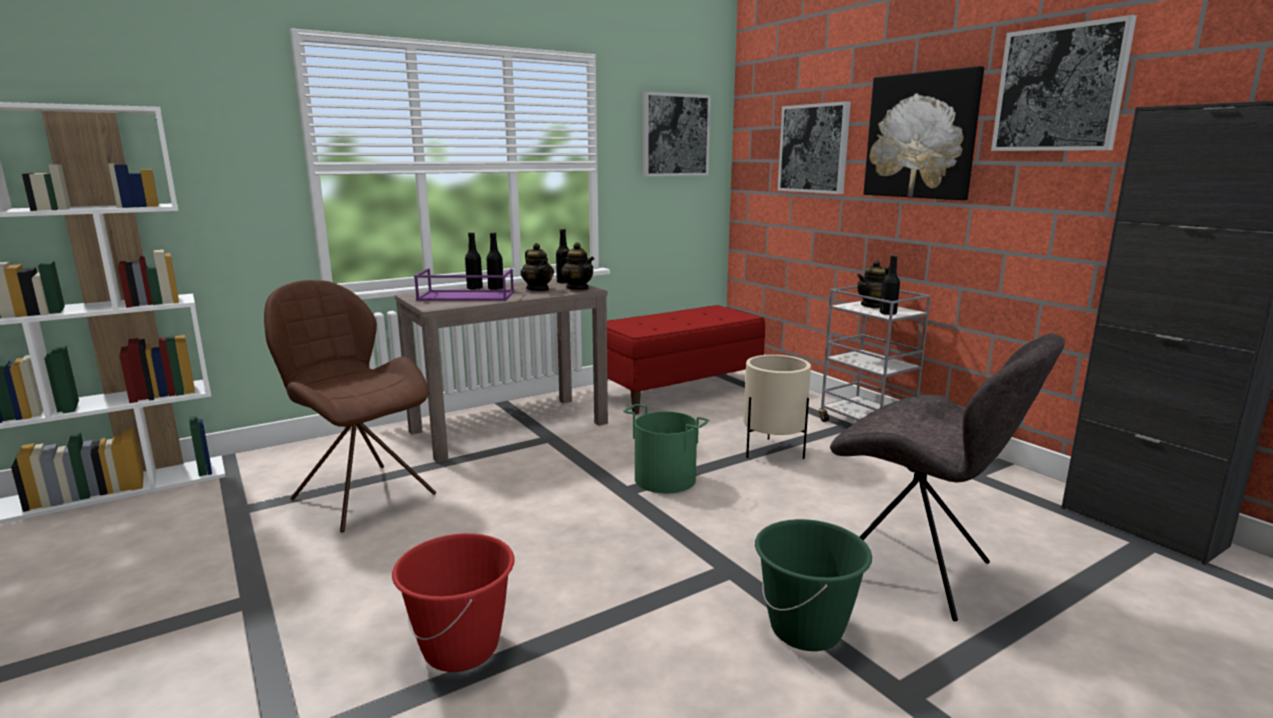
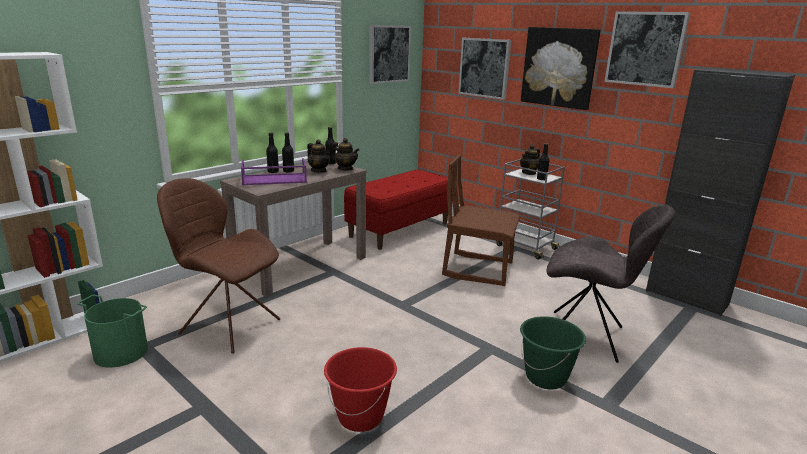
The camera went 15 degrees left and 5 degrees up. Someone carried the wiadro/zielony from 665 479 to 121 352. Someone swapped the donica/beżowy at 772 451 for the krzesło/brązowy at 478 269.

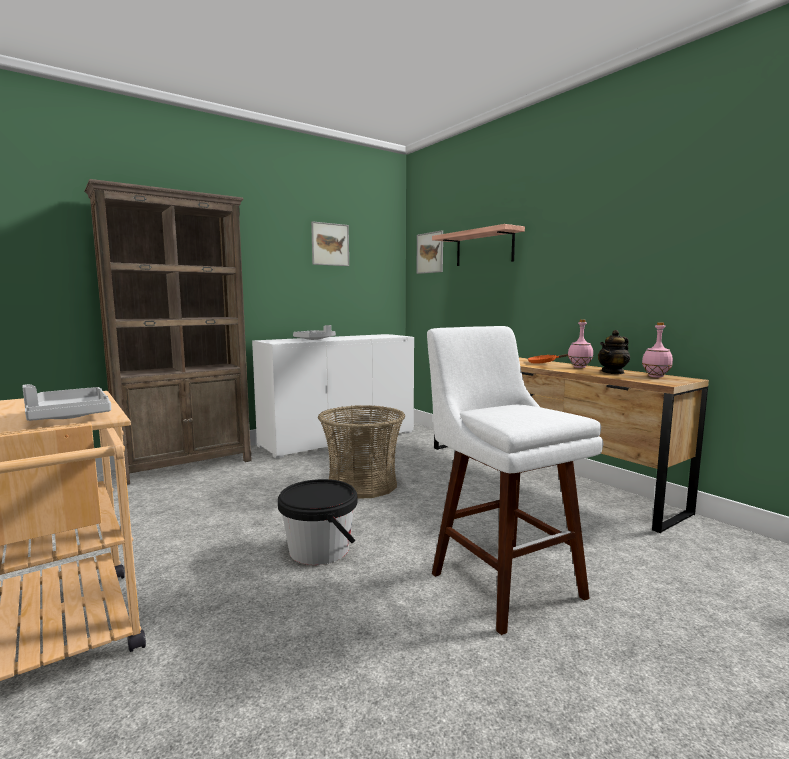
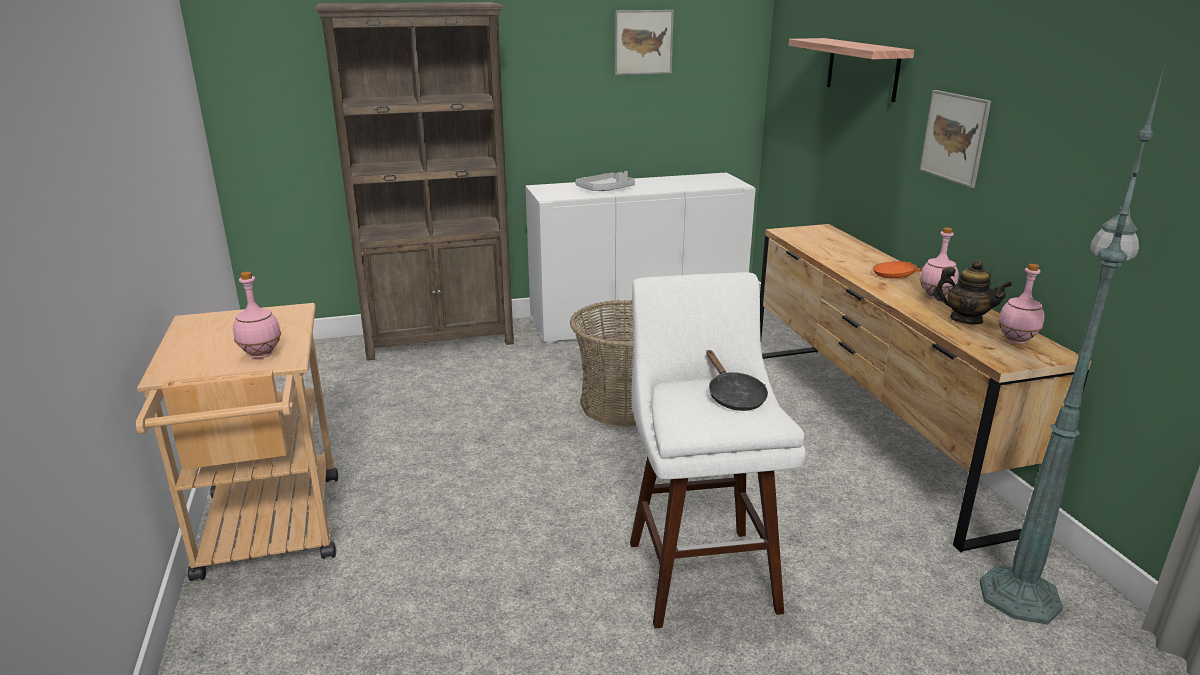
The camera went 20 degrees right and 15 degrees up. Someone swapped the taca/szary at 68 416 for the butelka/różowy at 260 354. Someone took away the wiadro/czarny at 319 550. Someone carried the obraz from 430 253 to 954 137. Someone rotated the imbryk at 613 372 by 135 degrees counterclockwise. Someone put down the patelnia/czarny at 733 396. Someone put down the lampa stojąca/zielony at 1020 593.

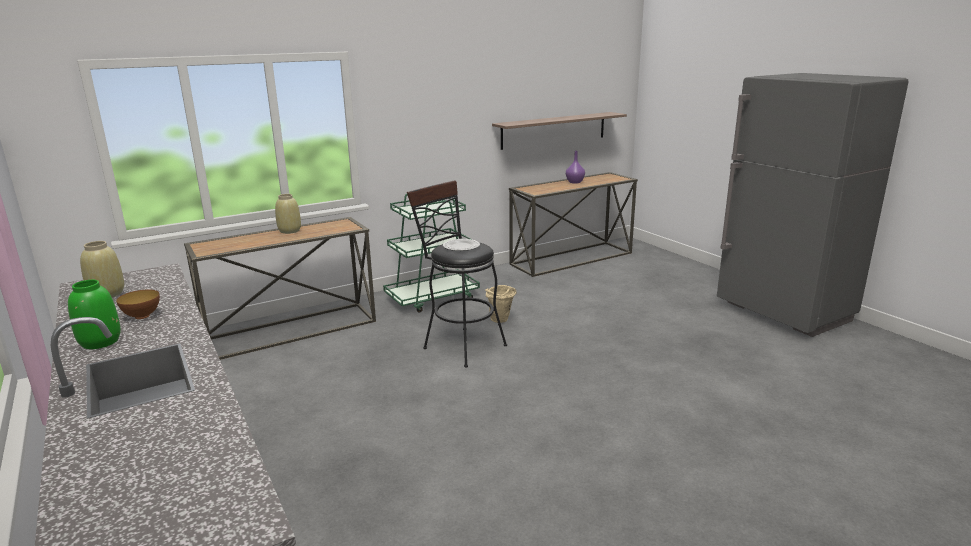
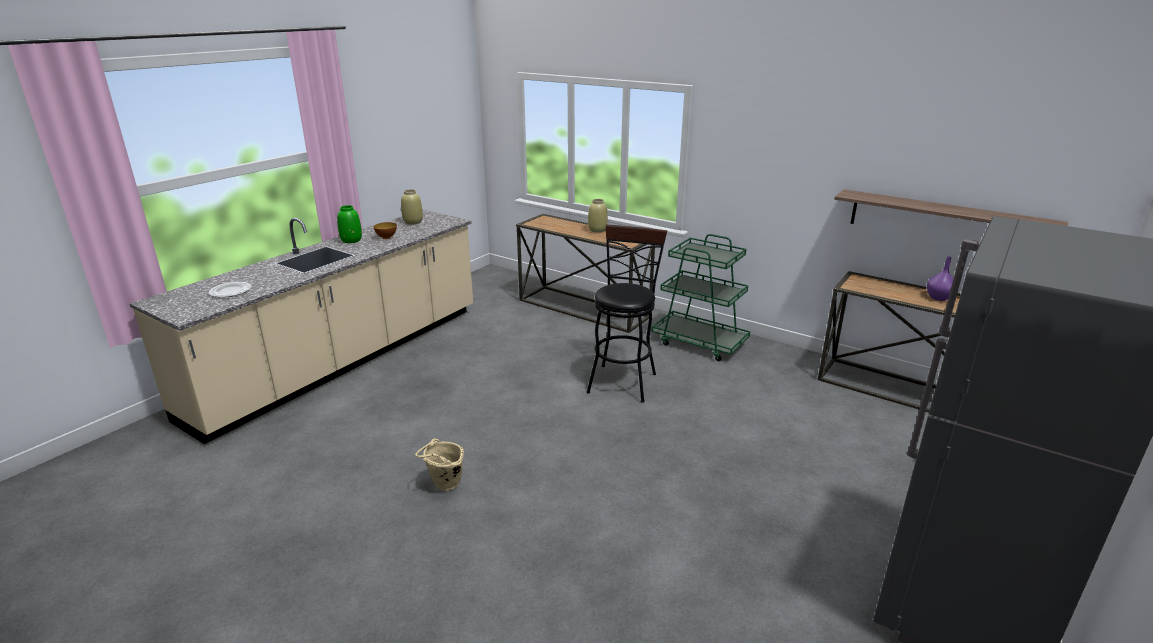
The camera went 65 degrees right and 5 degrees up. Someone carried the talerz from 461 247 to 230 291. Someone carried the wiadro/beżowy from 501 321 to 444 487.

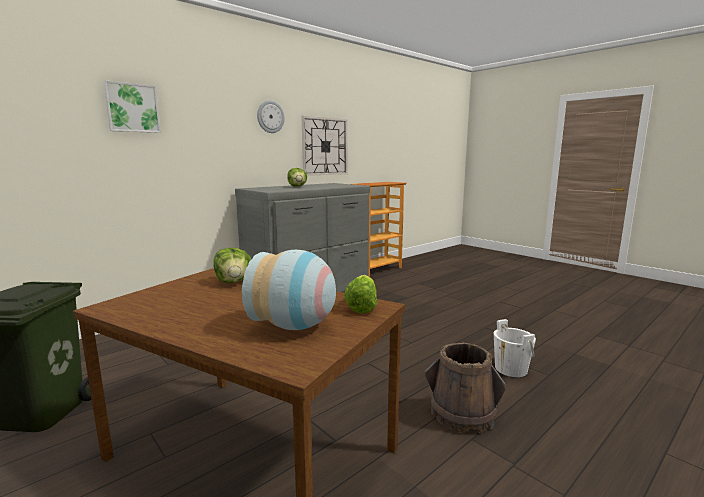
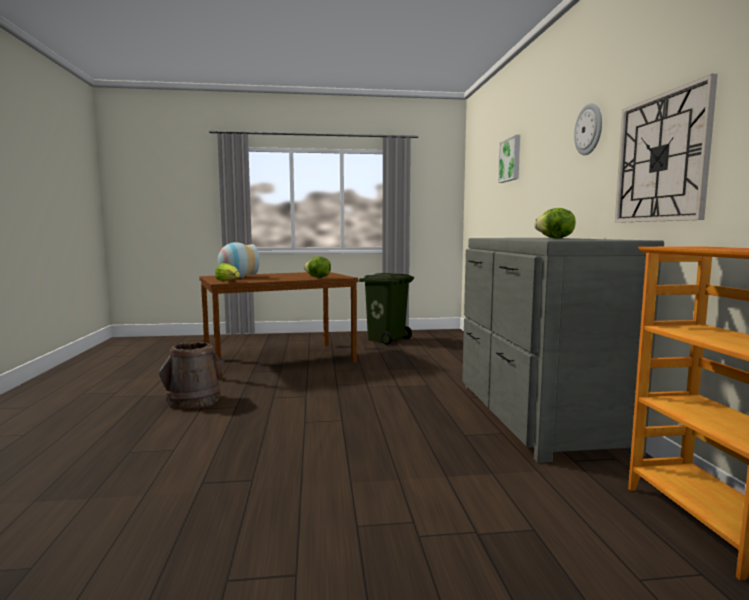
The camera went 125 degrees right and 5 degrees down. Someone took away the wiadro/biały at 511 369.

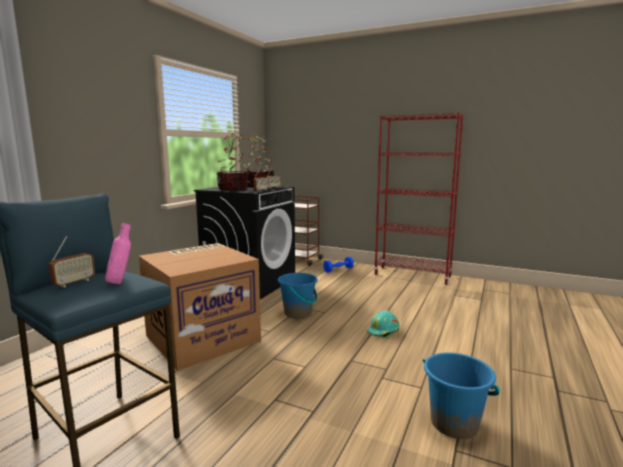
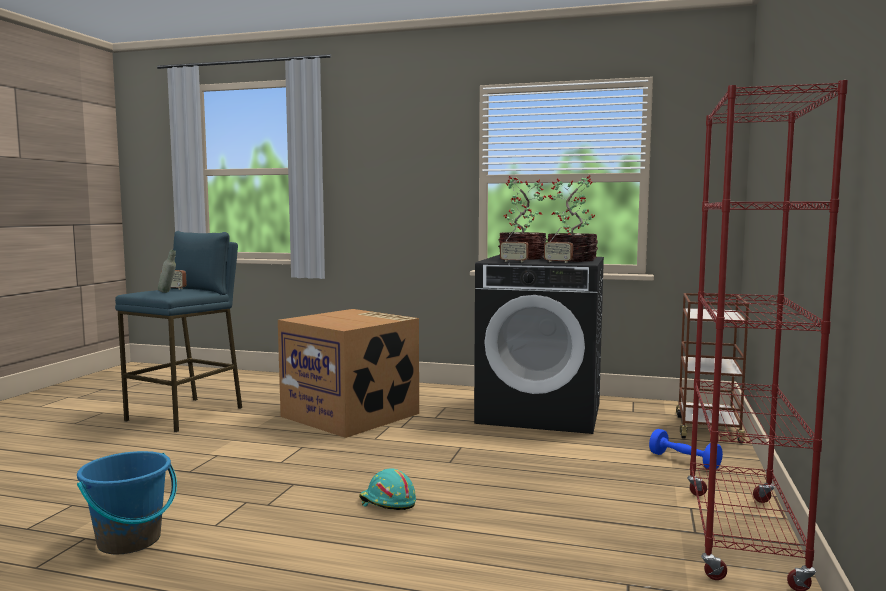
The camera went 80 degrees right and 5 degrees down. Someone repainted the butelka/różowy at 121 282, which became the butelka/szary at 168 292. Someone took away the wiadro/niebieski at 298 313.

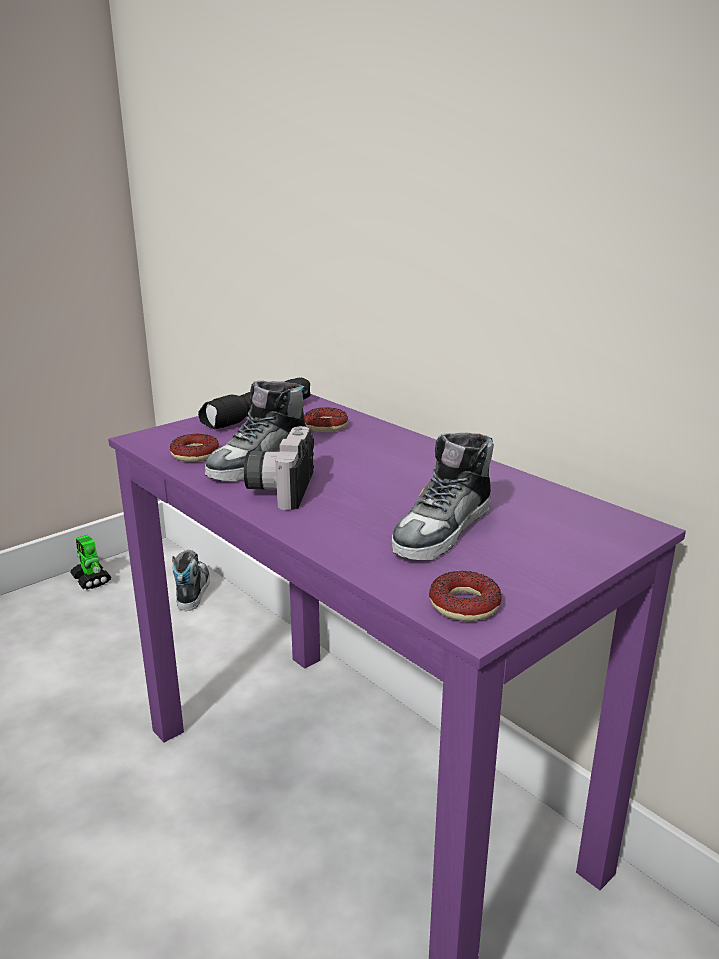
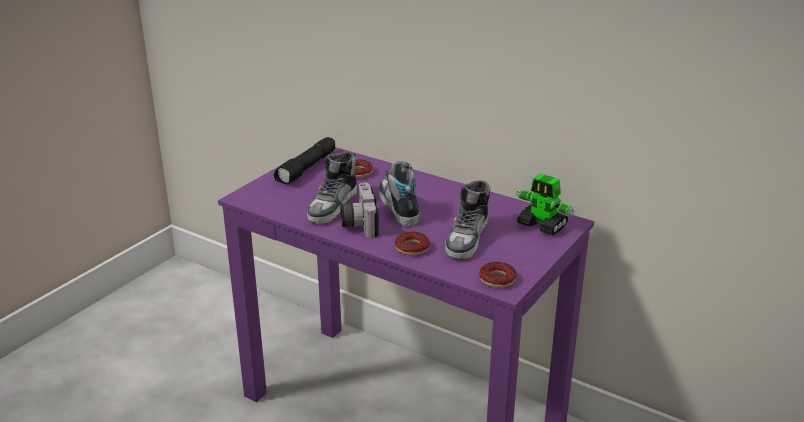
The camera went 15 degrees left and 5 degrees up. Someone carried the robot zabawkowy from 91 580 to 542 226. Someone carried the donut from 195 454 to 412 248. Someone carried the but from 192 590 to 398 206.

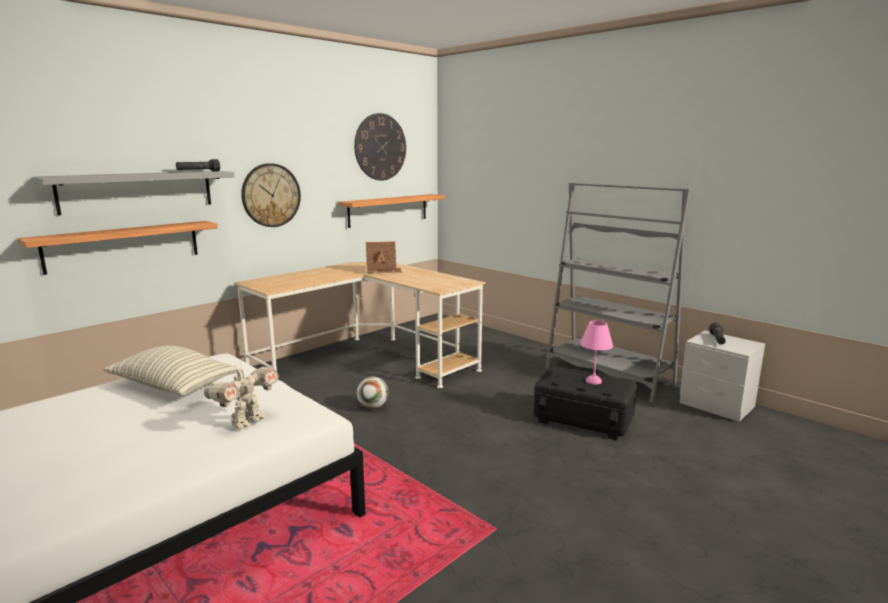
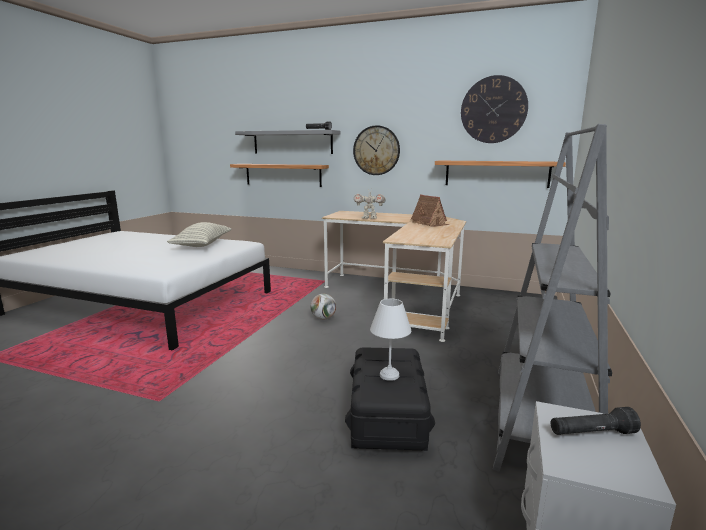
The camera went 65 degrees right and 0 degrees up. Someone carried the robot zabawkowy from 246 422 to 369 218. Someone repainted the lampa stołowa/różowy at 592 381, which became the lampa stołowa/biały at 389 374.

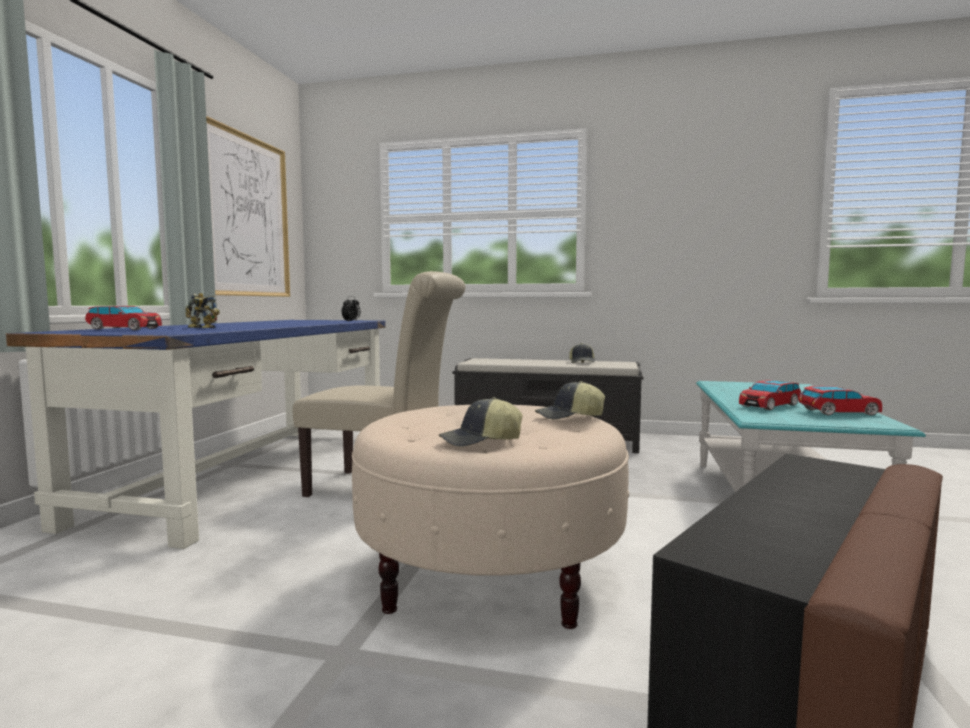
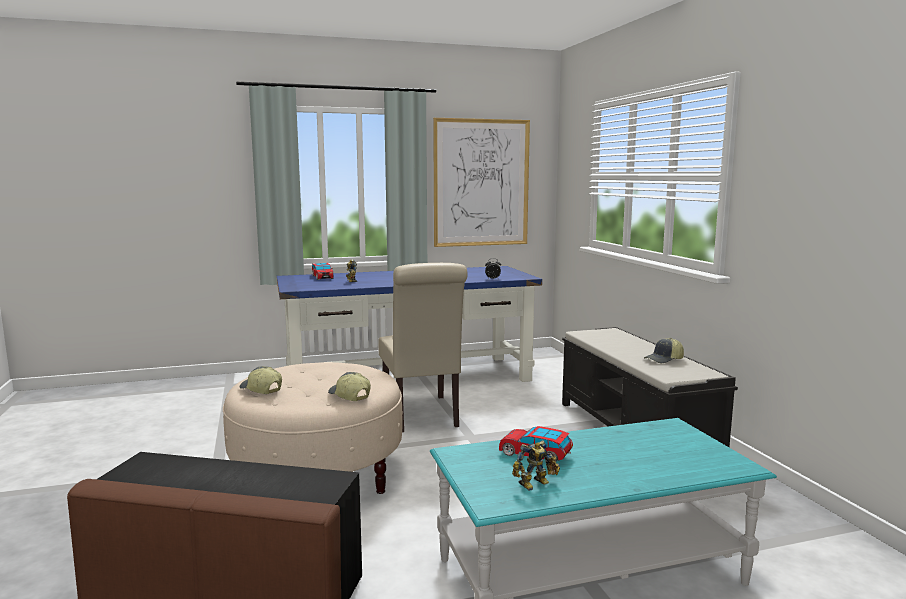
The camera went 60 degrees right and 5 degrees up. Someone swapped the samochodzik at 838 412 for the robot zabawkowy at 536 484.

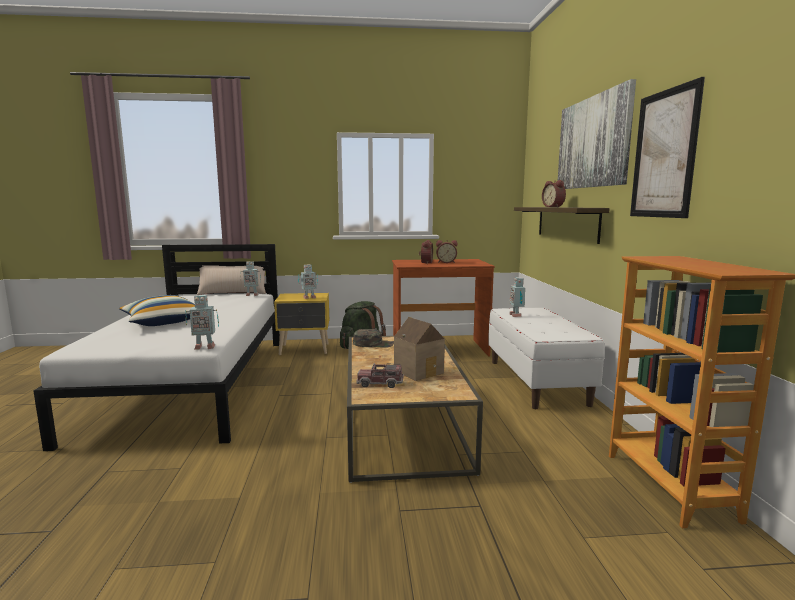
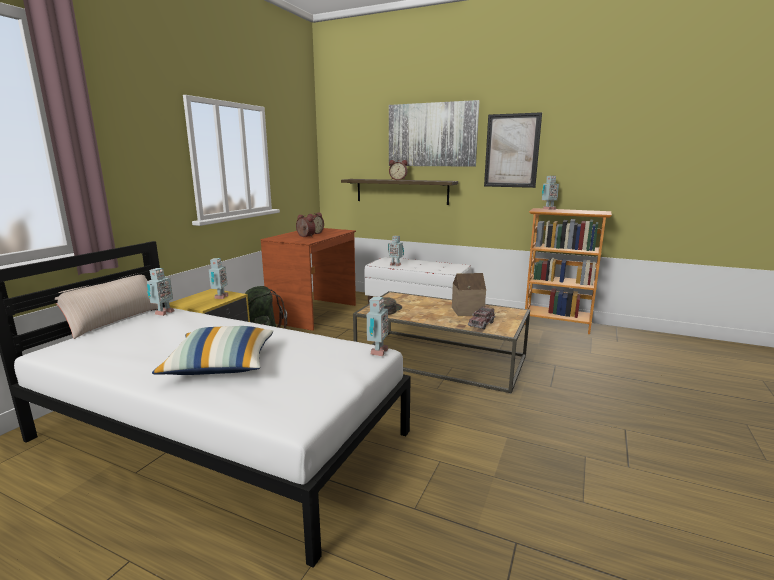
The camera went 60 degrees left and 5 degrees up. Someone put down the robot zabawkowy at 548 209.

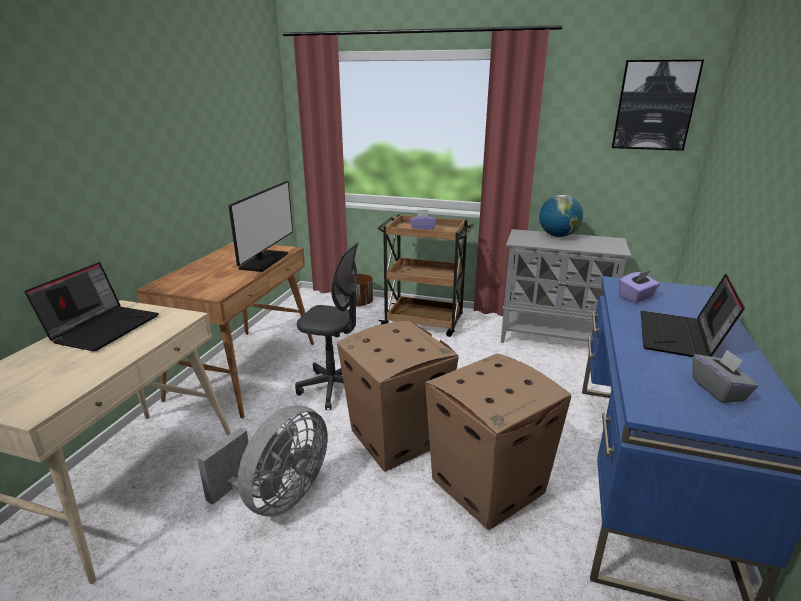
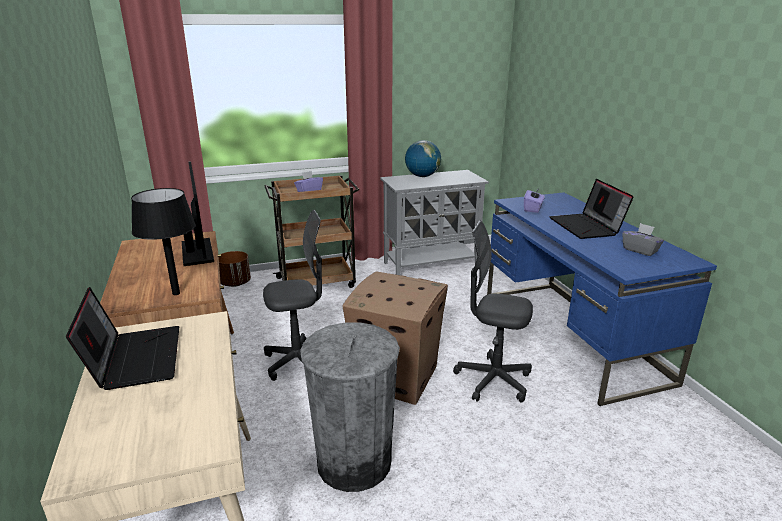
The camera went 35 degrees left and 0 degrees up. Someone swapped the wentylator/szary at 277 497 for the kosz na śmieci/szary at 354 462. Someone swapped the karton at 489 485 for the krzesło biurowe/szary at 493 380. Someone took away the obraz at 654 105. Someone put down the lampa stołowa/czarny at 176 293.

